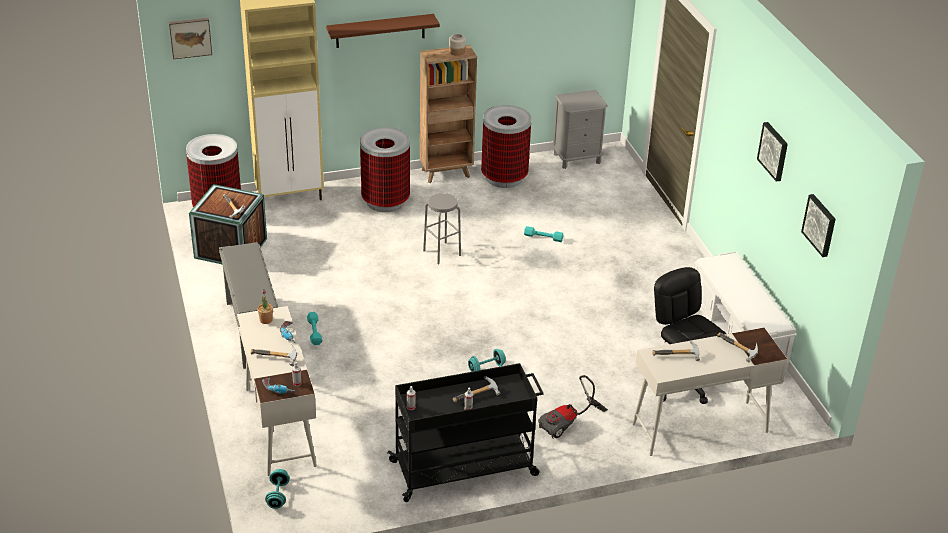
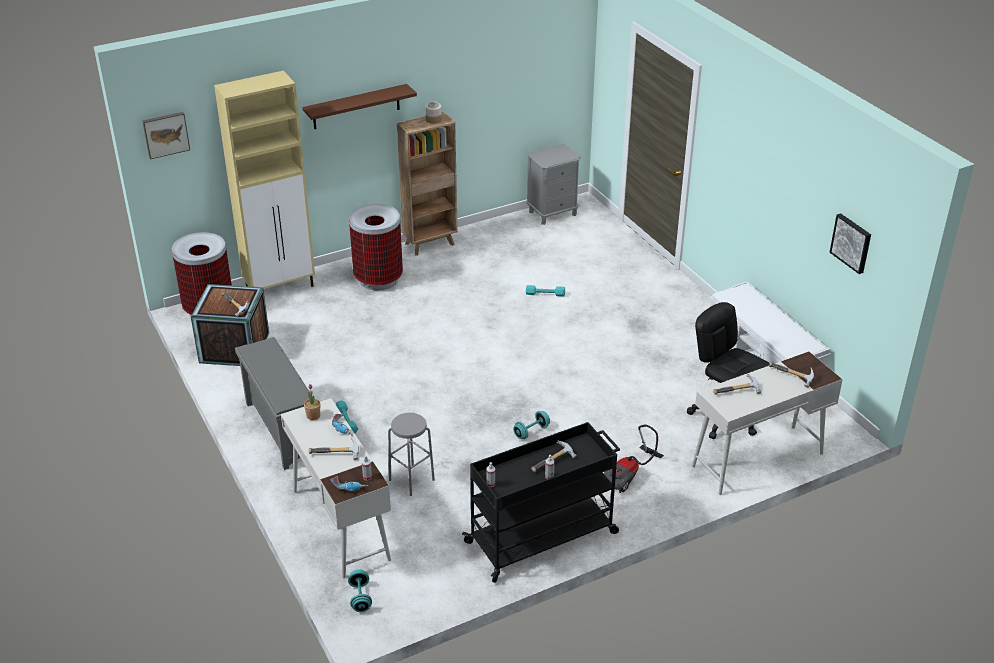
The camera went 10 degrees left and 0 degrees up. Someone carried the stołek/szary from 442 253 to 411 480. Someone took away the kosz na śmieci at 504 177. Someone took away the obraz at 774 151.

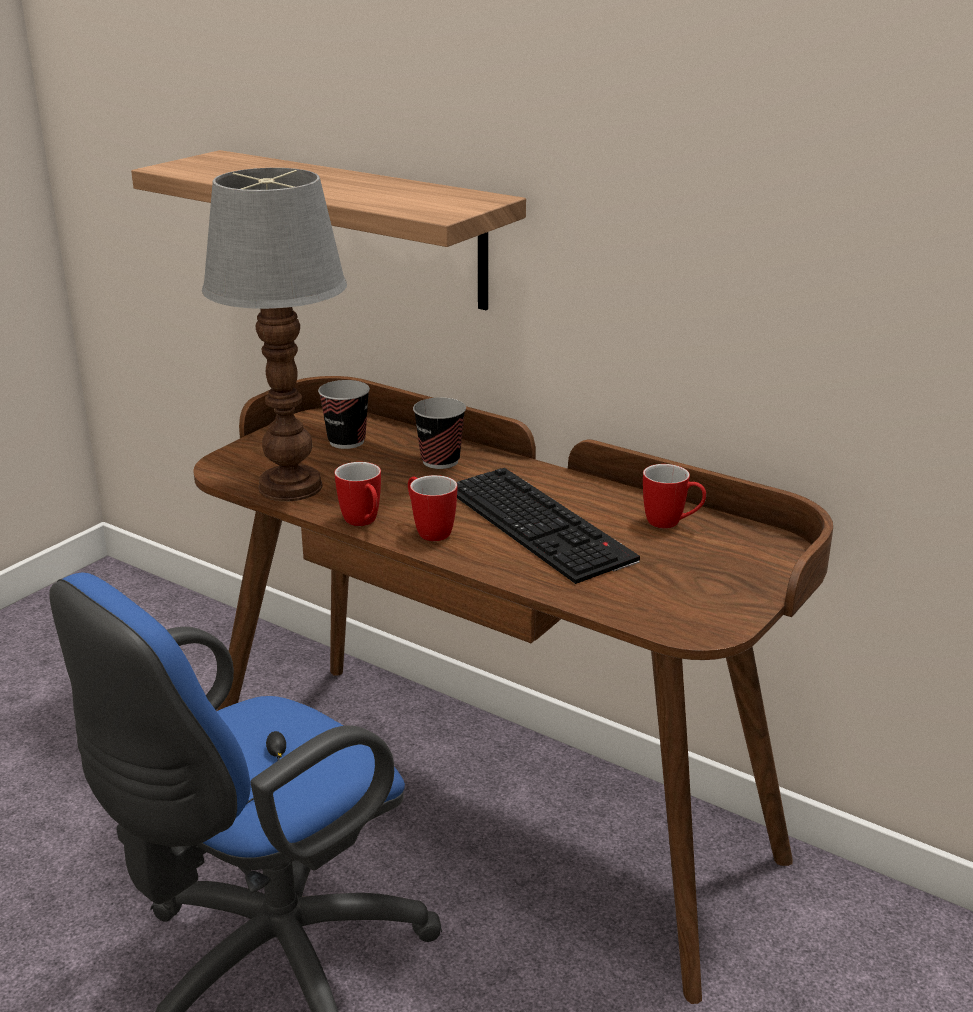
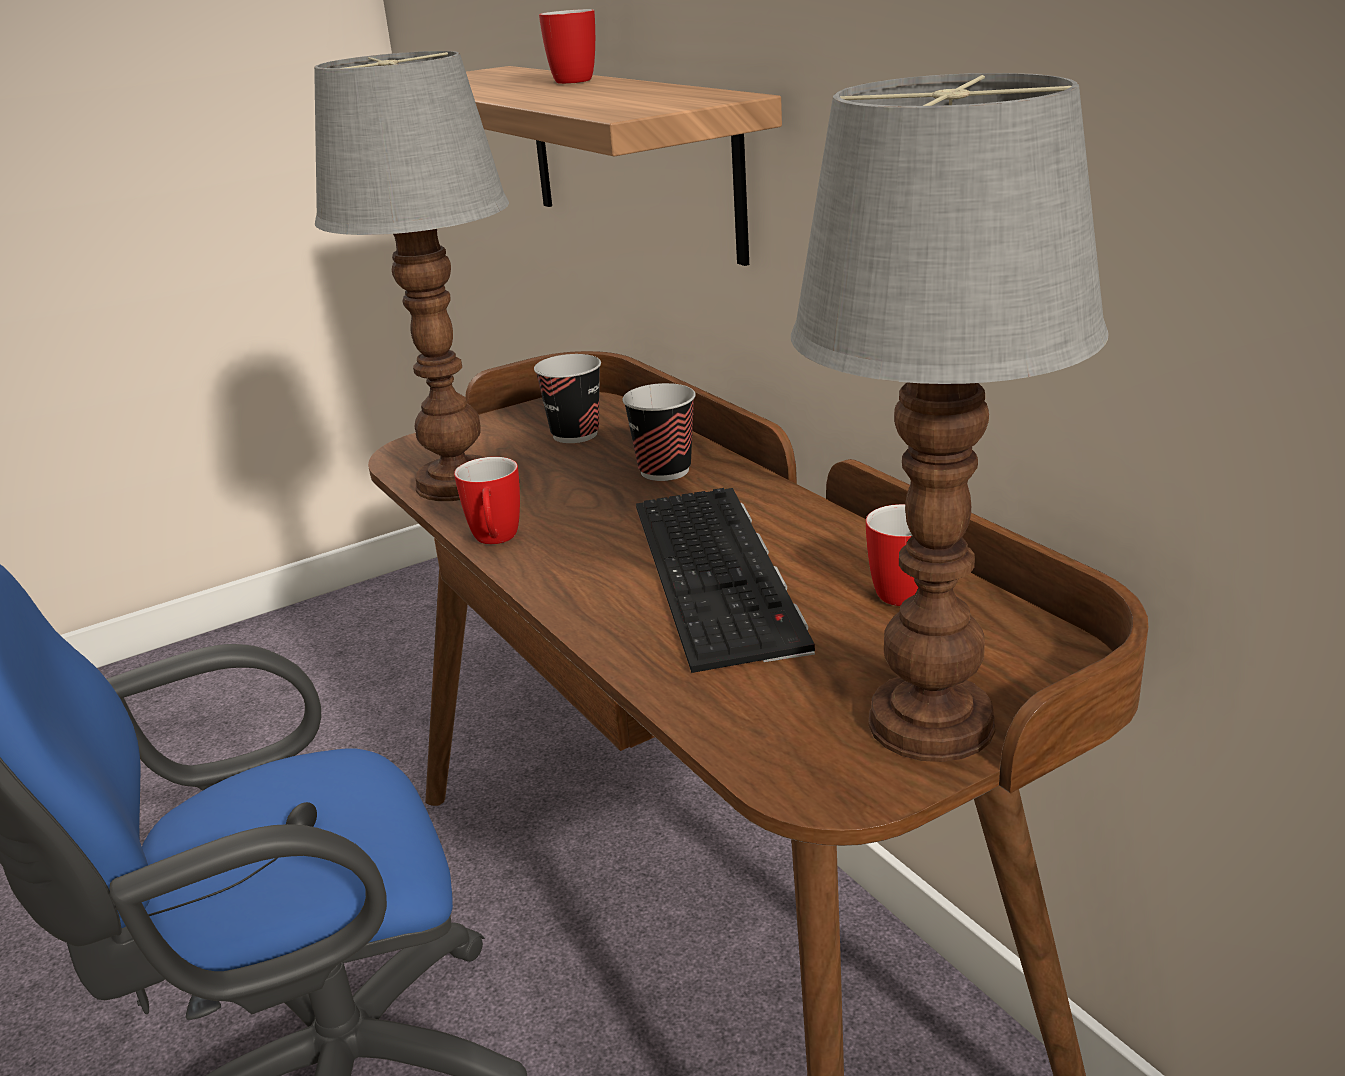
The camera went 25 degrees right and 0 degrees up. Someone carried the kubek from 429 530 to 571 80. Someone put down the lampa stołowa at 935 722.

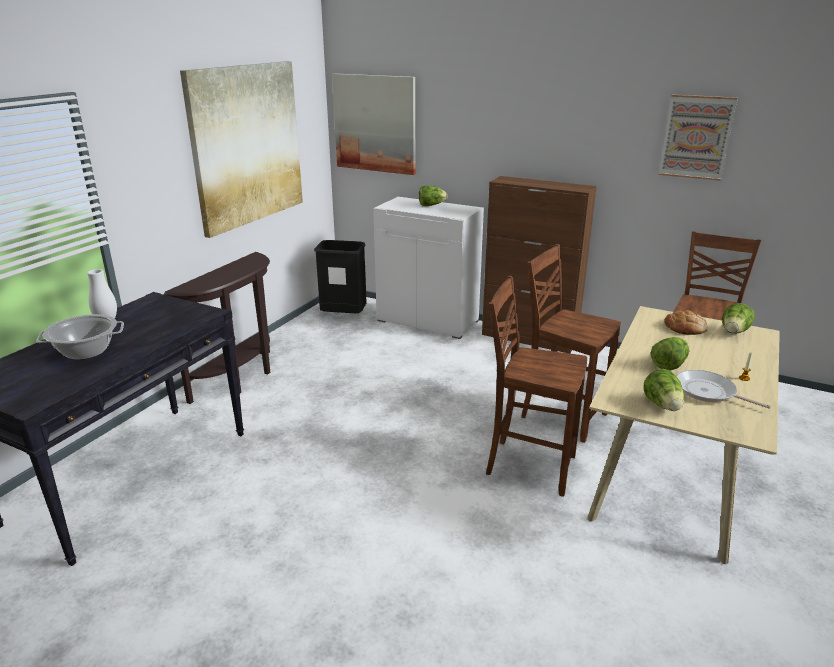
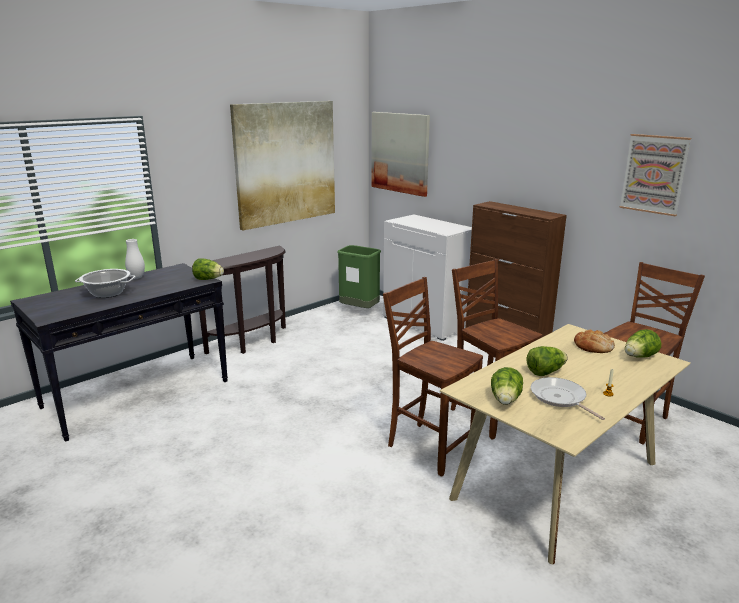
The camera went 20 degrees right and 5 degrees down. Someone repainted the kosz na śmieci/czarny at 344 316, which became the kosz na śmieci/zielony at 359 310. Someone carried the sałata from 431 205 to 208 279.

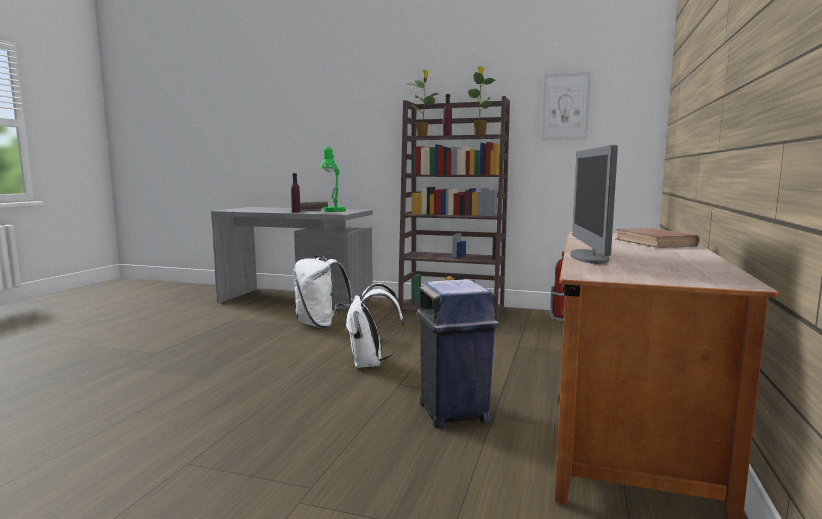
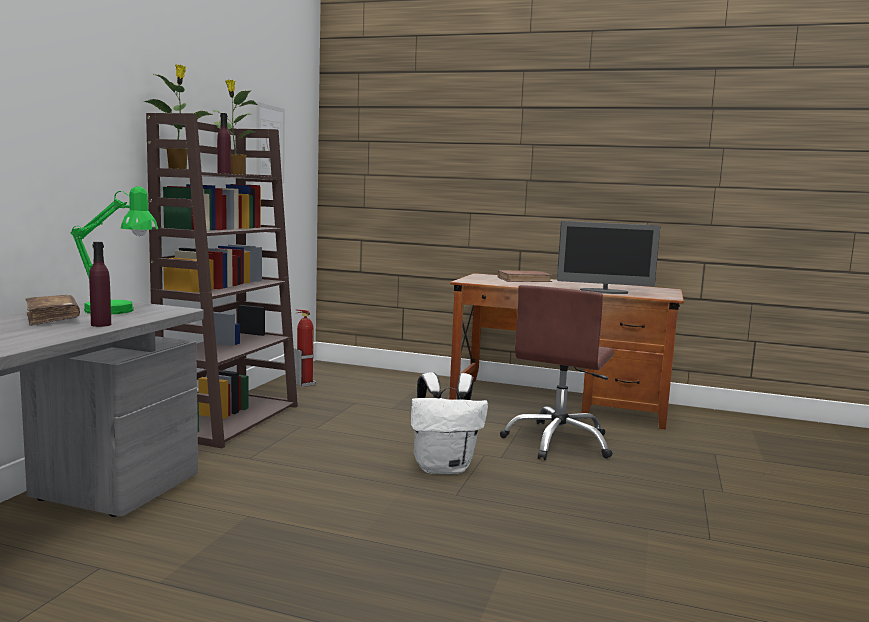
The camera went 90 degrees left and 0 degrees up. Someone took away the plecak/biały at 321 325. Someone swapped the kosz na śmieci/niebieski at 454 413 for the krzesło biurowe/brązowy at 558 442.

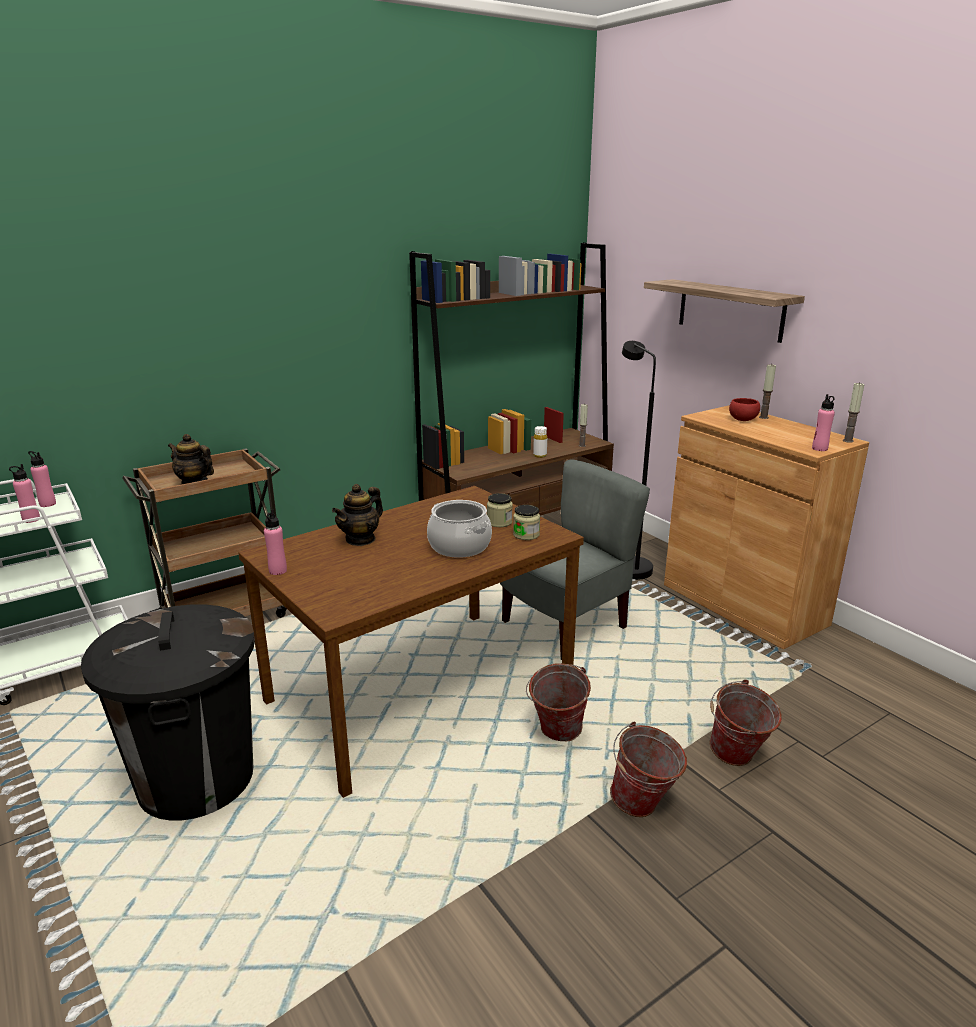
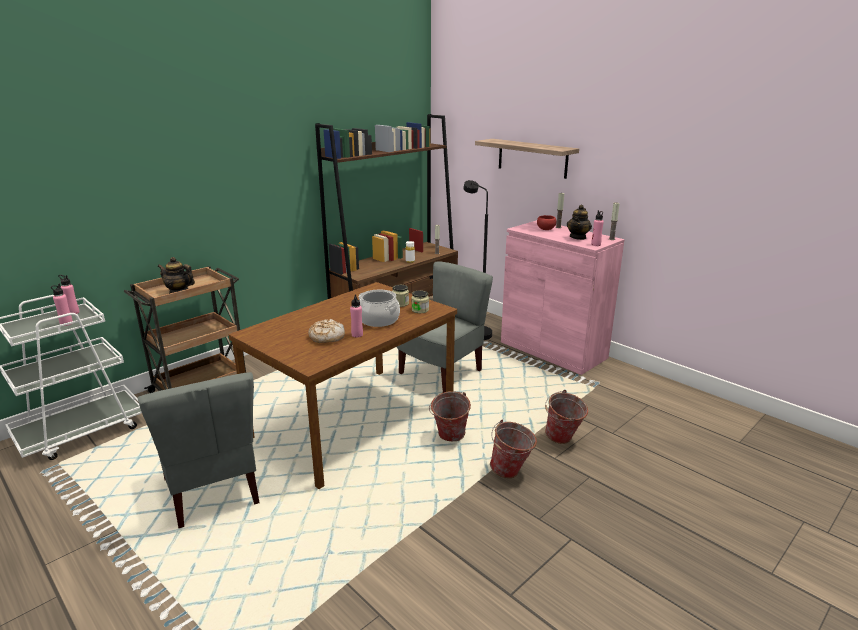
The camera went 10 degrees left and 0 degrees up. Someone swapped the kosz na śmieci/czarny at 195 780 for the krzesło/szary at 213 490. Someone carried the butelka/różowy from 277 571 to 357 335. Someone carried the imbryk from 360 539 to 578 237. Someone repainted the szafka/brązowy at 743 604, which became the szafka/różowy at 553 350. Someone put down the chleb at 326 337.

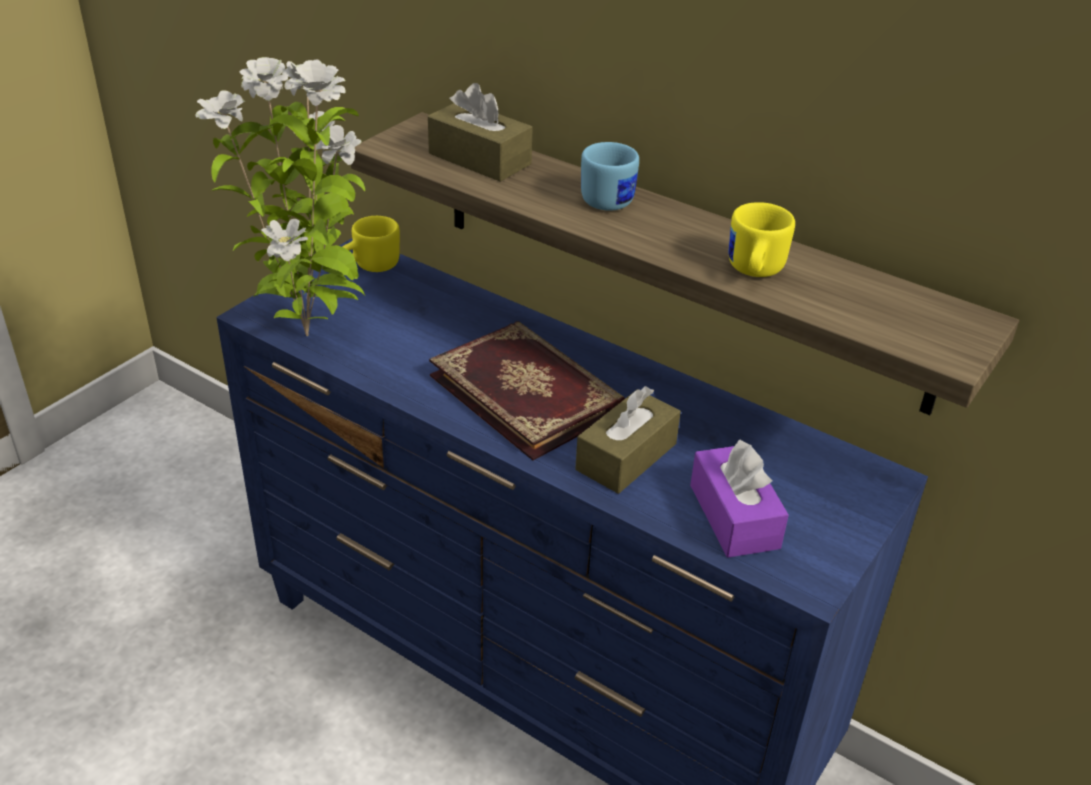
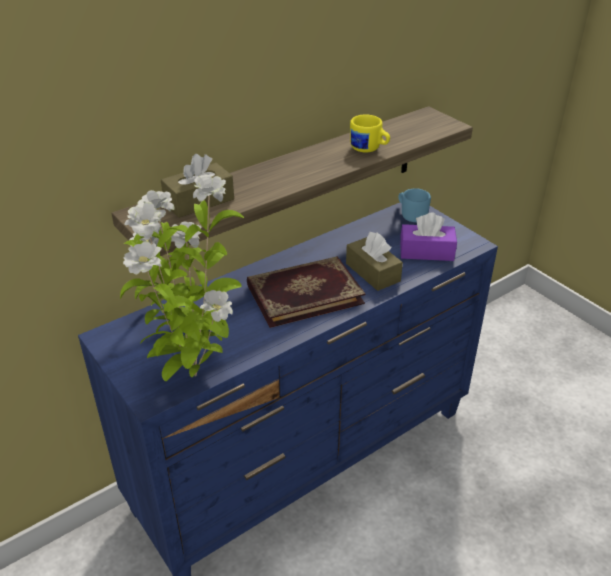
The camera went 70 degrees left and 0 degrees up. Someone took away the kubek/żółty at 370 266. Someone carried the kubek/niebieski from 613 198 to 411 215.

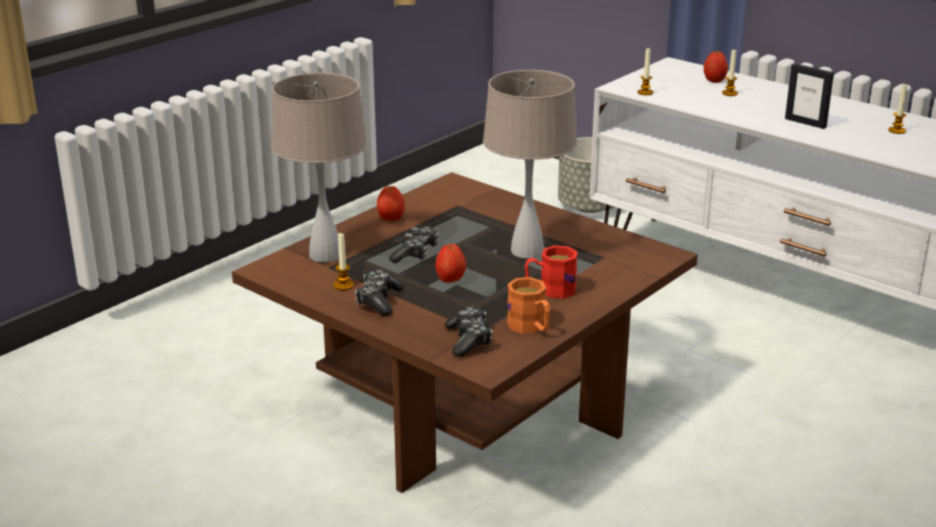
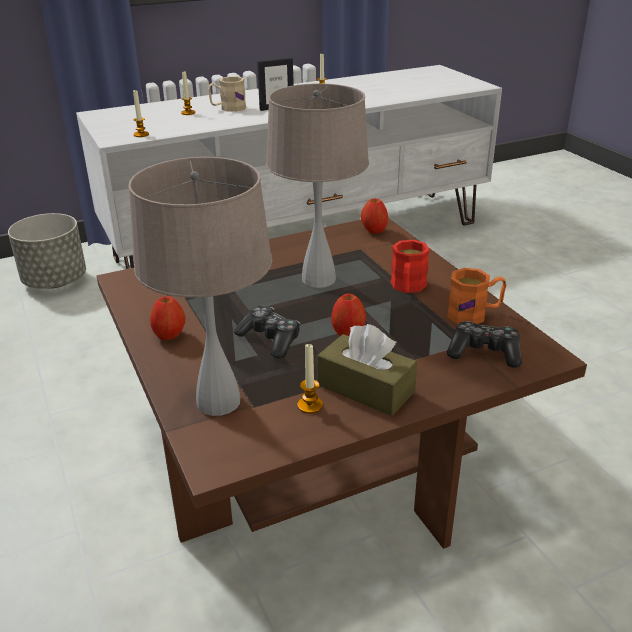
The camera went 65 degrees left and 5 degrees up. Someone swapped the pad do gier at 379 301 for the pudełko chusteczek/brązowy at 365 388. Someone carried the jabłko from 714 80 to 374 231. Someone put down the kubek/beżowy at 228 108.

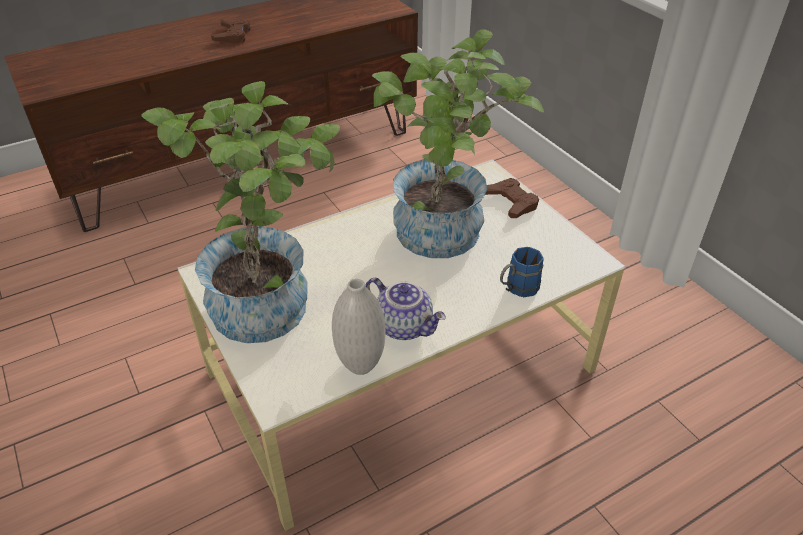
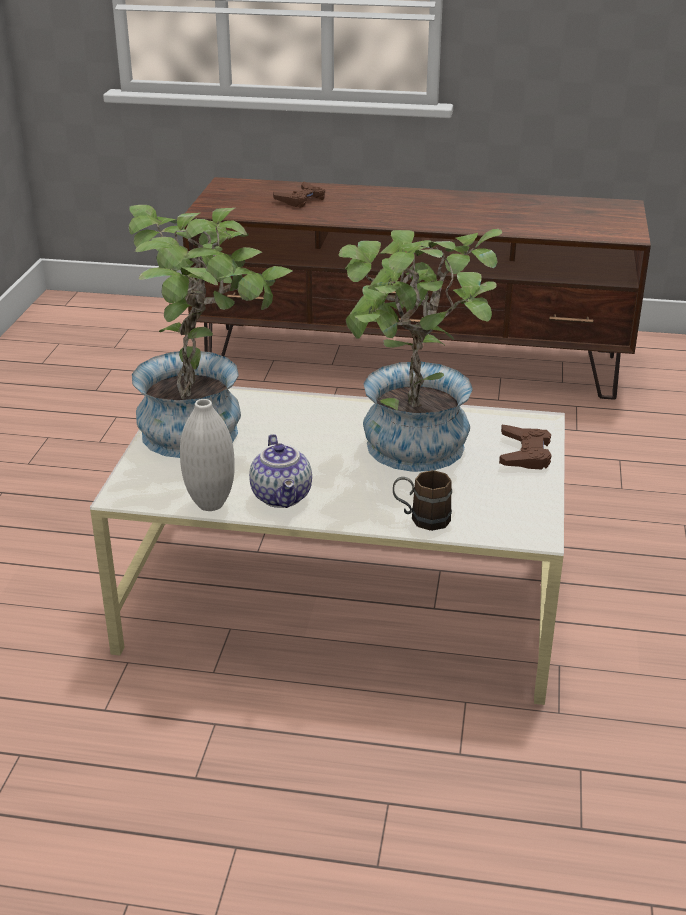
The camera went 40 degrees right and 10 degrees down. Someone carried the pad do gier/brązowy from 232 35 to 301 199. Someone repainted the kubek/niebieski at 517 289, which became the kubek/brązowy at 421 519.

